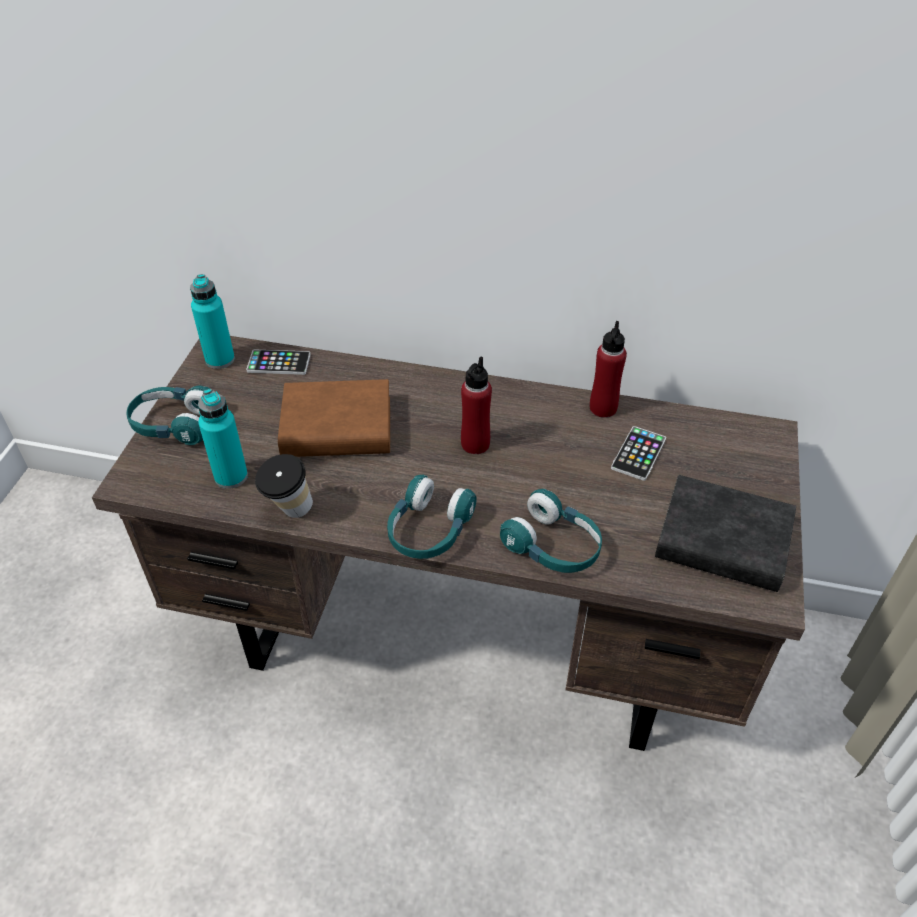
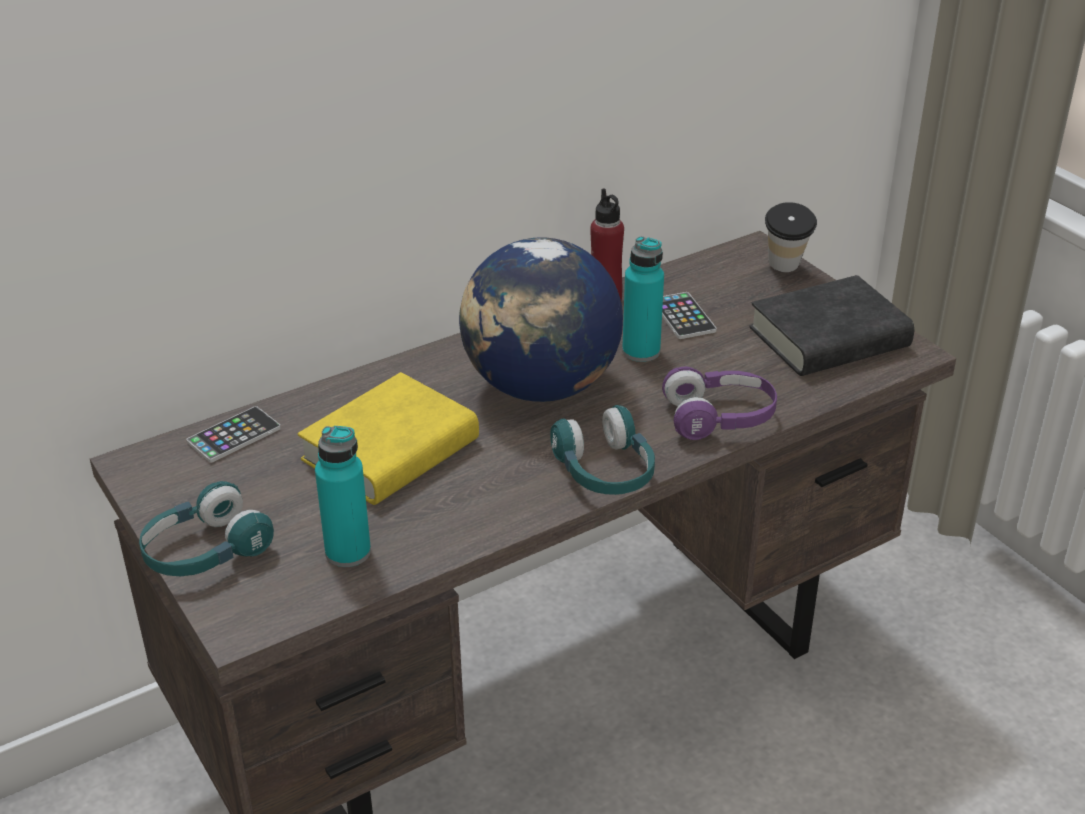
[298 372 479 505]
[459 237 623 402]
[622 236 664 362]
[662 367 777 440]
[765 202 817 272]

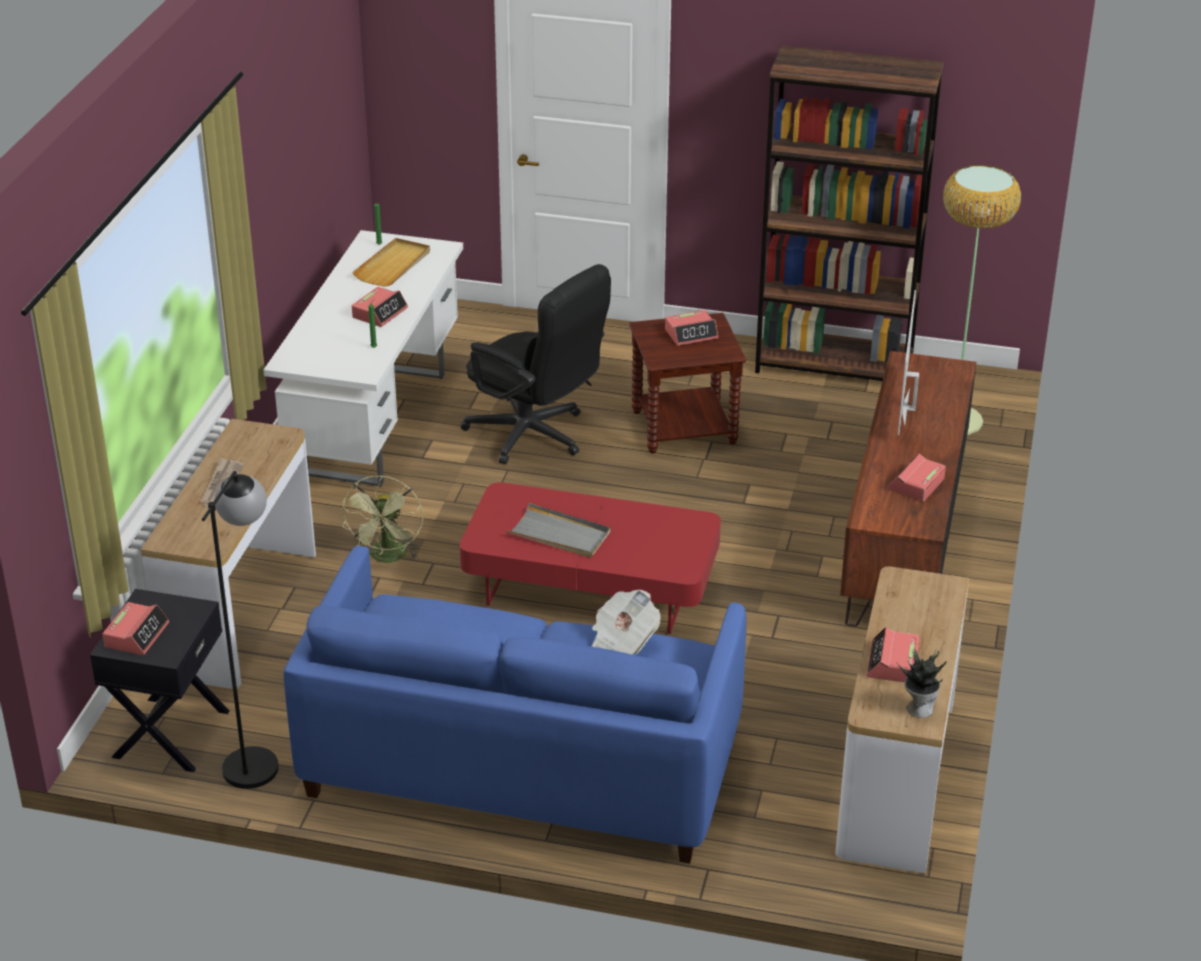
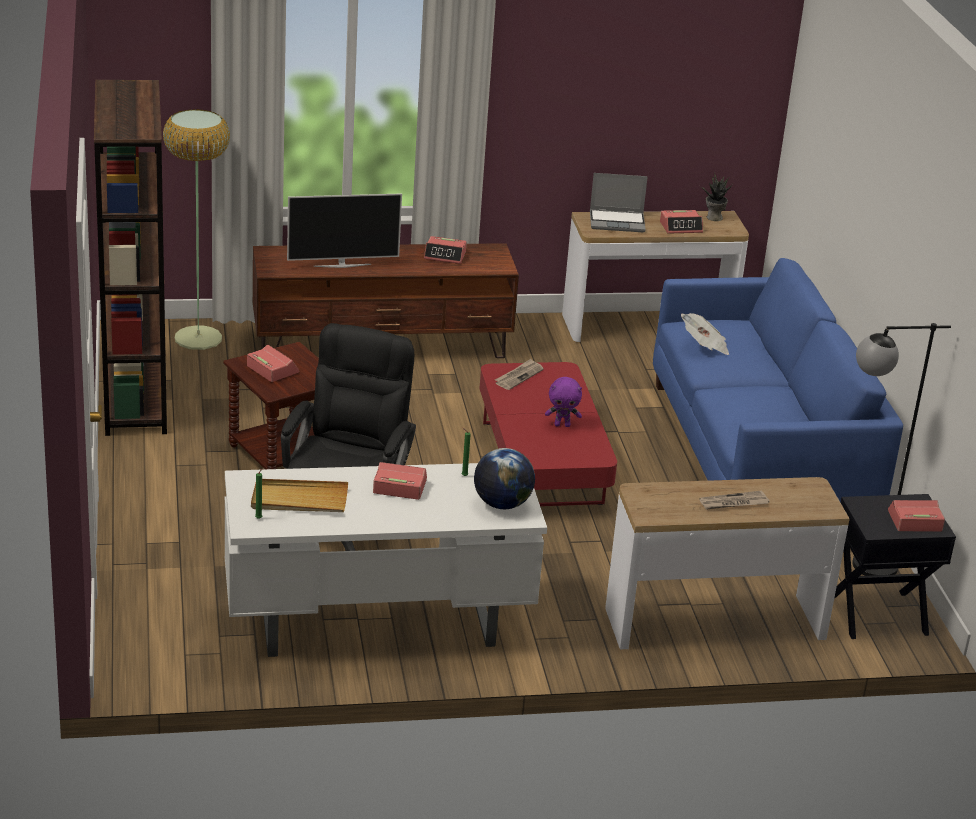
[474 448 535 509]
[495 359 544 390]
[545 377 582 427]
[590 173 648 232]
[342 475 423 563] (first image)

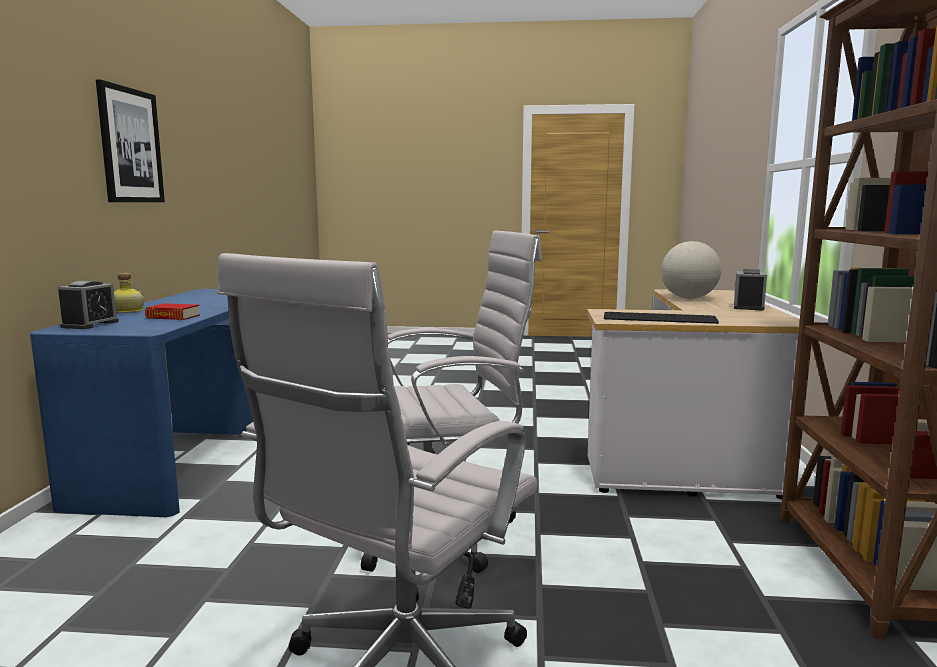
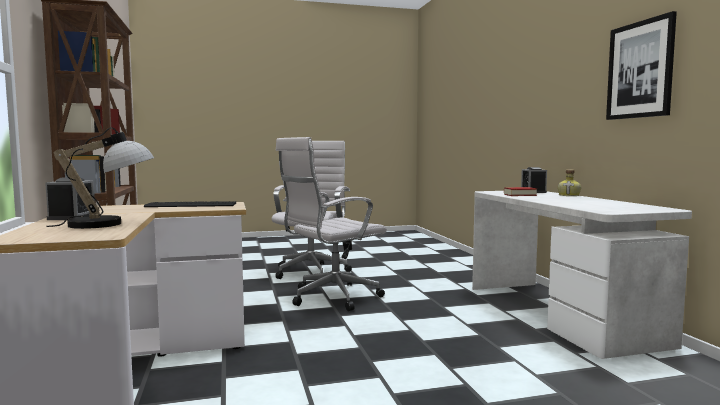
[46 127 154 229]
[472 191 692 359]

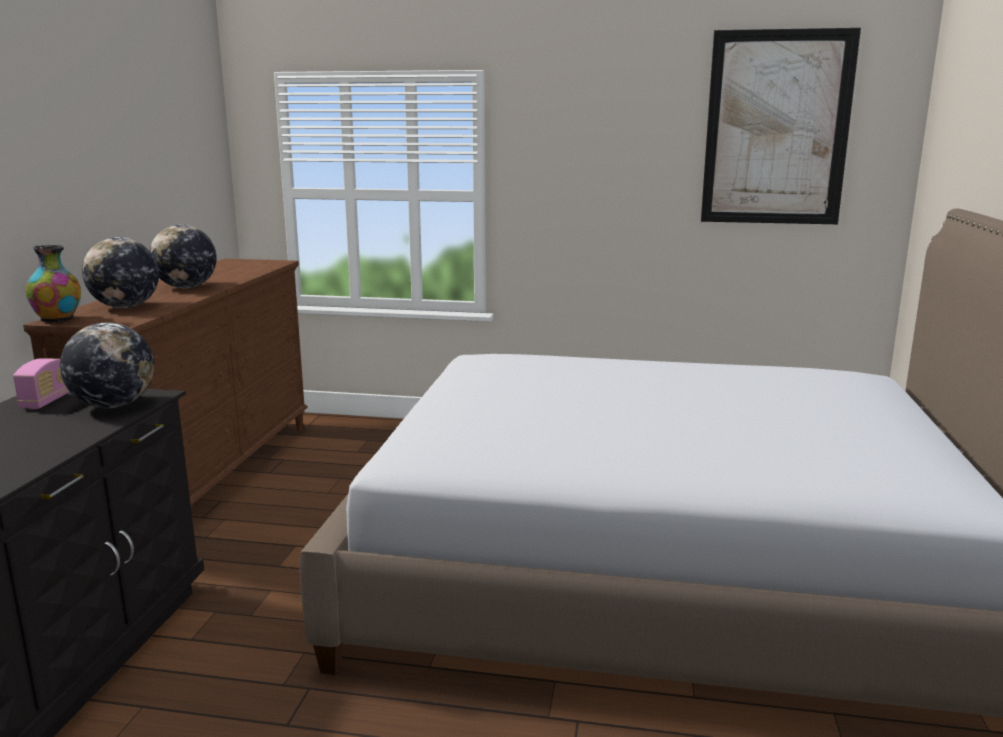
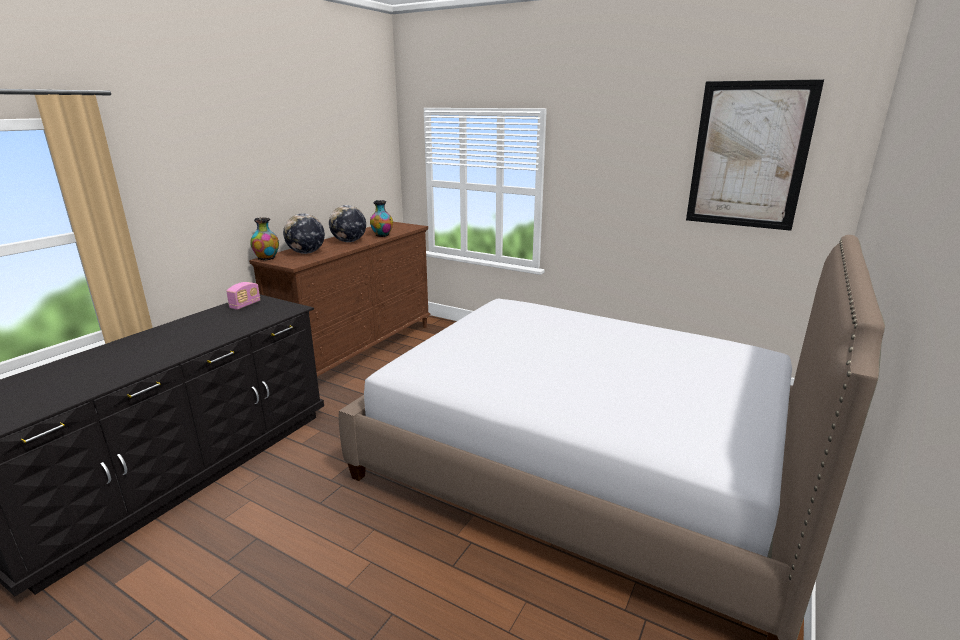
[370 200 393 237]
[60 323 154 408] (first image)

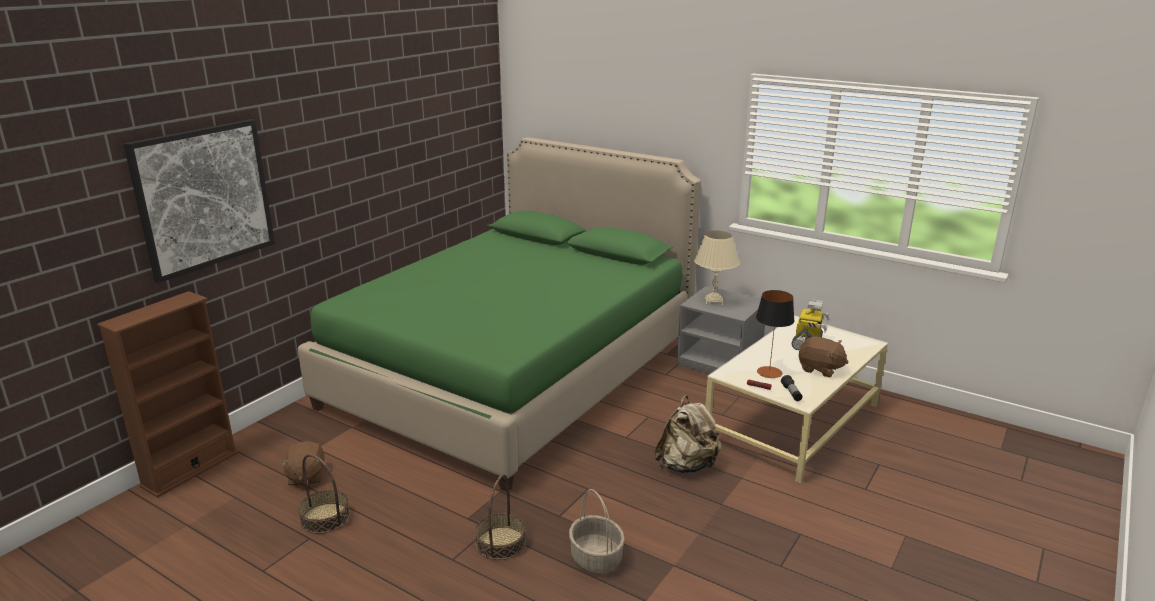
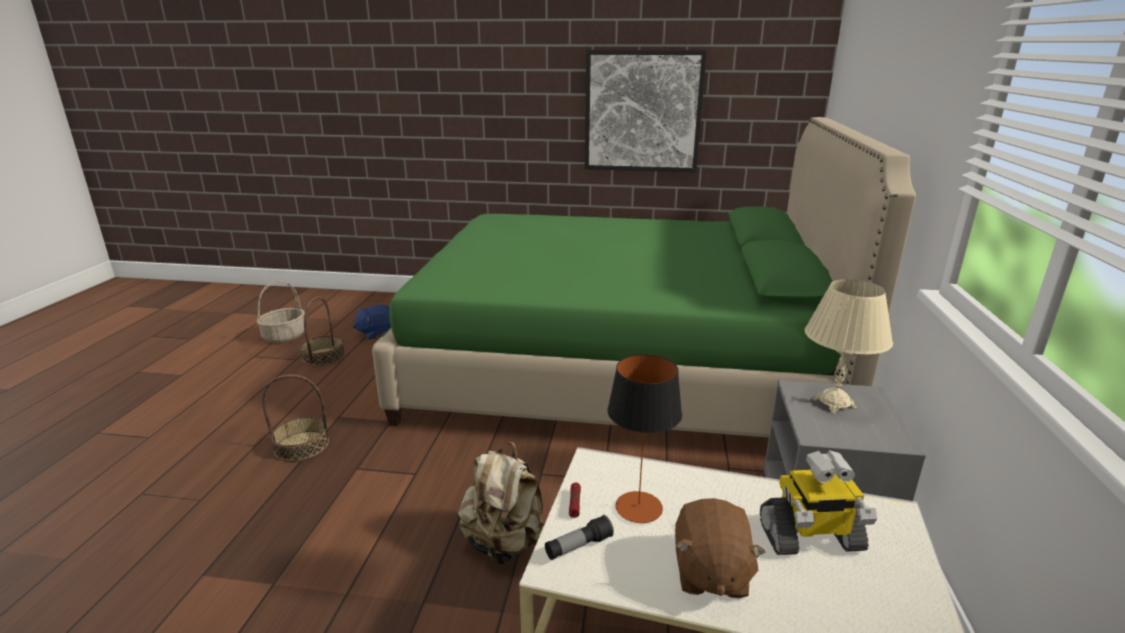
[257 281 305 343]
[353 304 391 340]
[585 50 707 172]
[97 291 238 498] (first image)

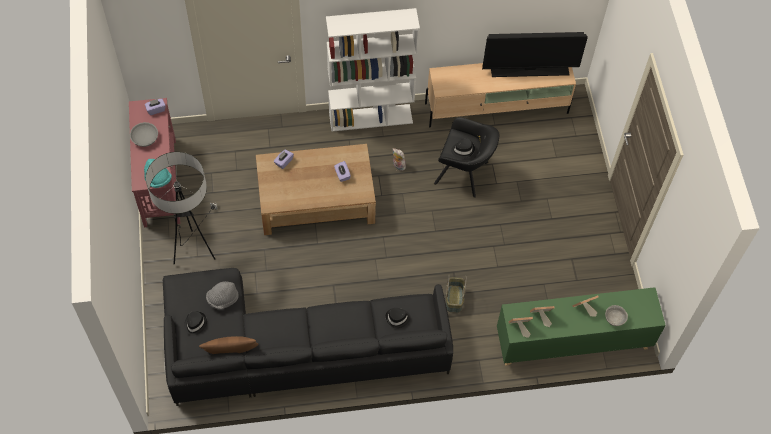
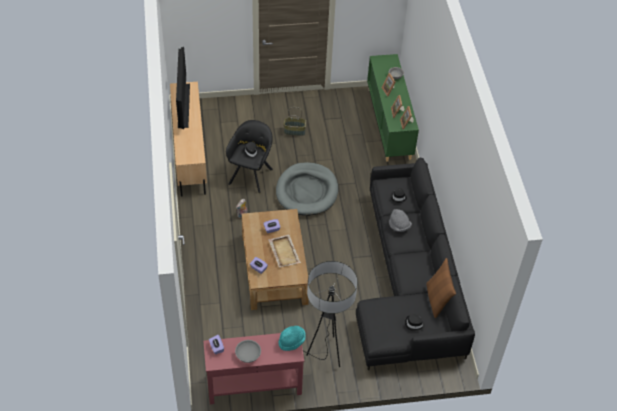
[268 235 301 268]
[276 162 338 216]
[284 107 306 136]
[389 209 412 232]
[326 8 420 132] (first image)

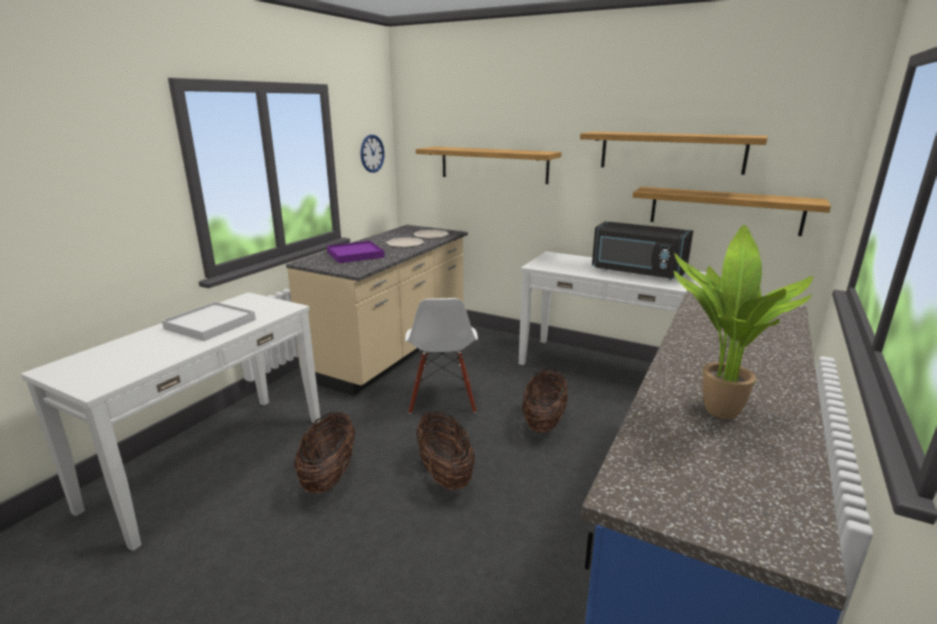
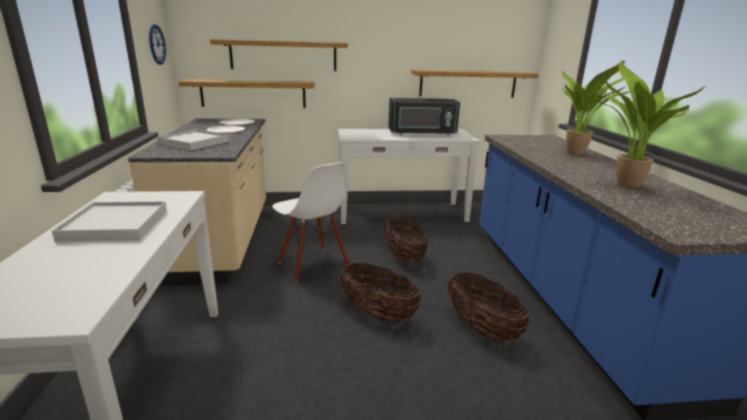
[156 130 229 150]
[179 79 315 108]
[448 272 529 342]
[562 60 630 155]

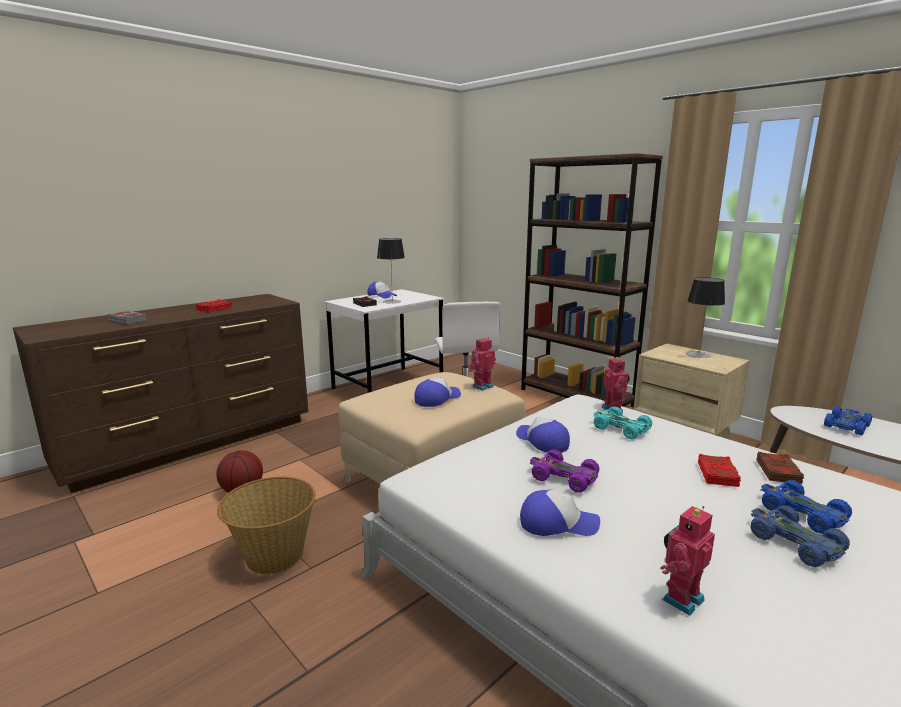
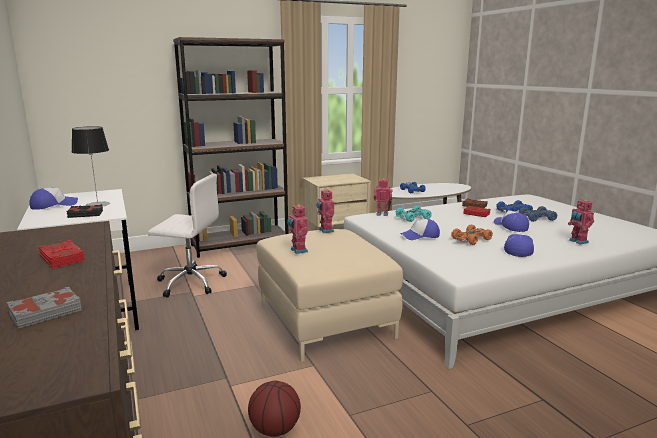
[287 204 308 254]
[452 224 493 245]
[494 210 529 232]
[217 477 316 574] (first image)
[686 277 725 358] (first image)

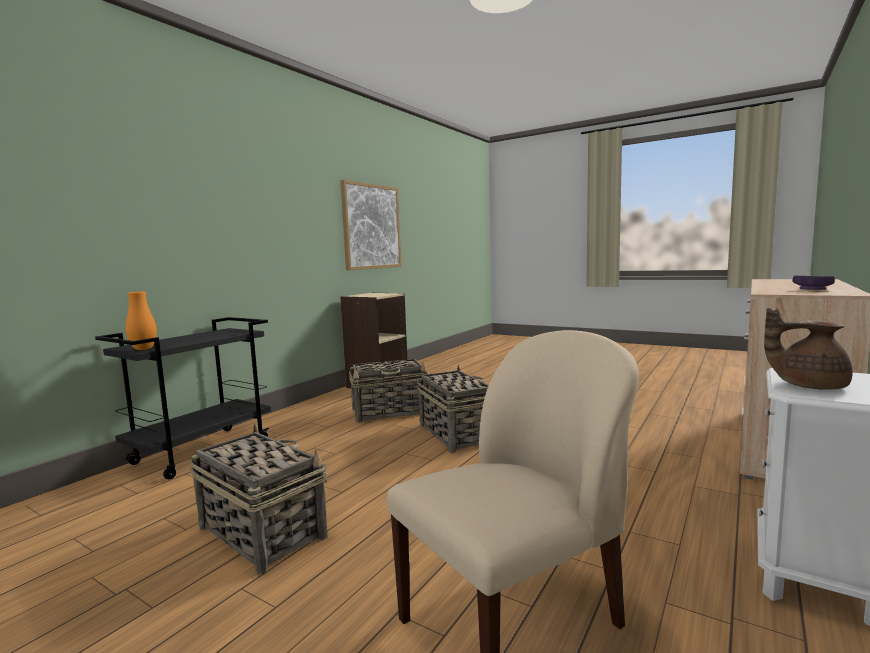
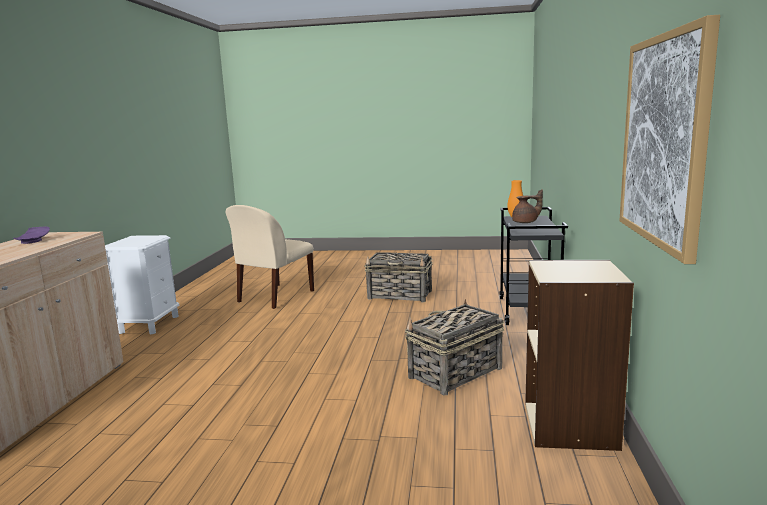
[512 189 543 223]
[417 365 489 453] (first image)

